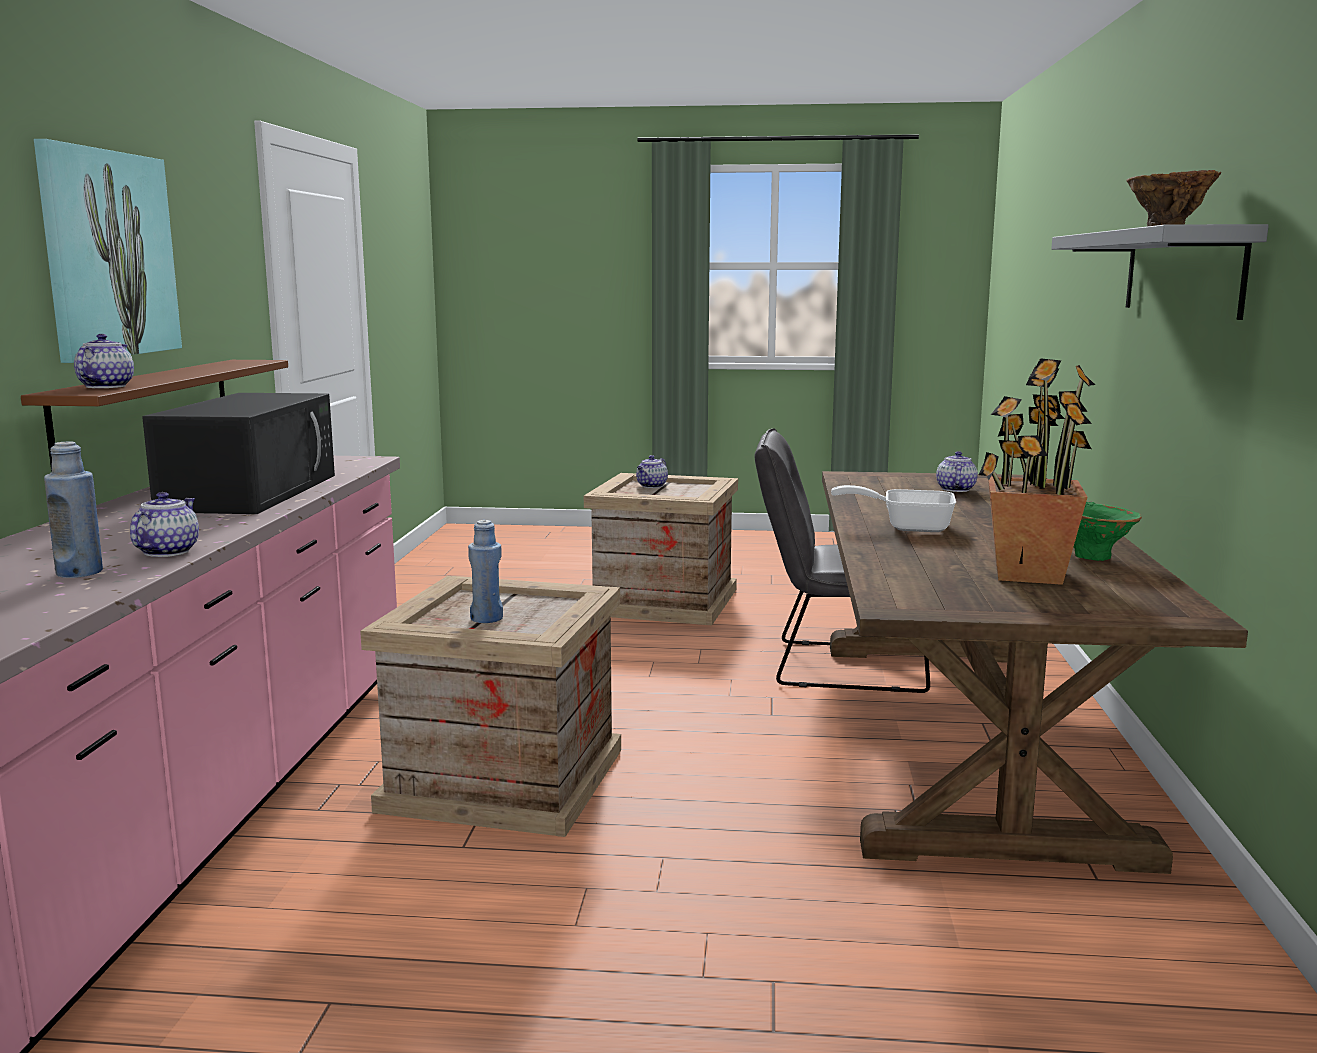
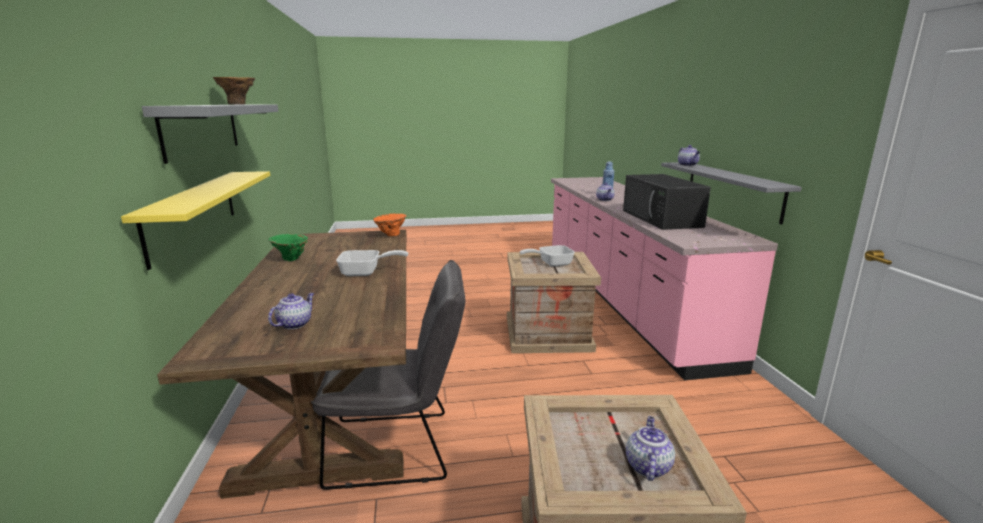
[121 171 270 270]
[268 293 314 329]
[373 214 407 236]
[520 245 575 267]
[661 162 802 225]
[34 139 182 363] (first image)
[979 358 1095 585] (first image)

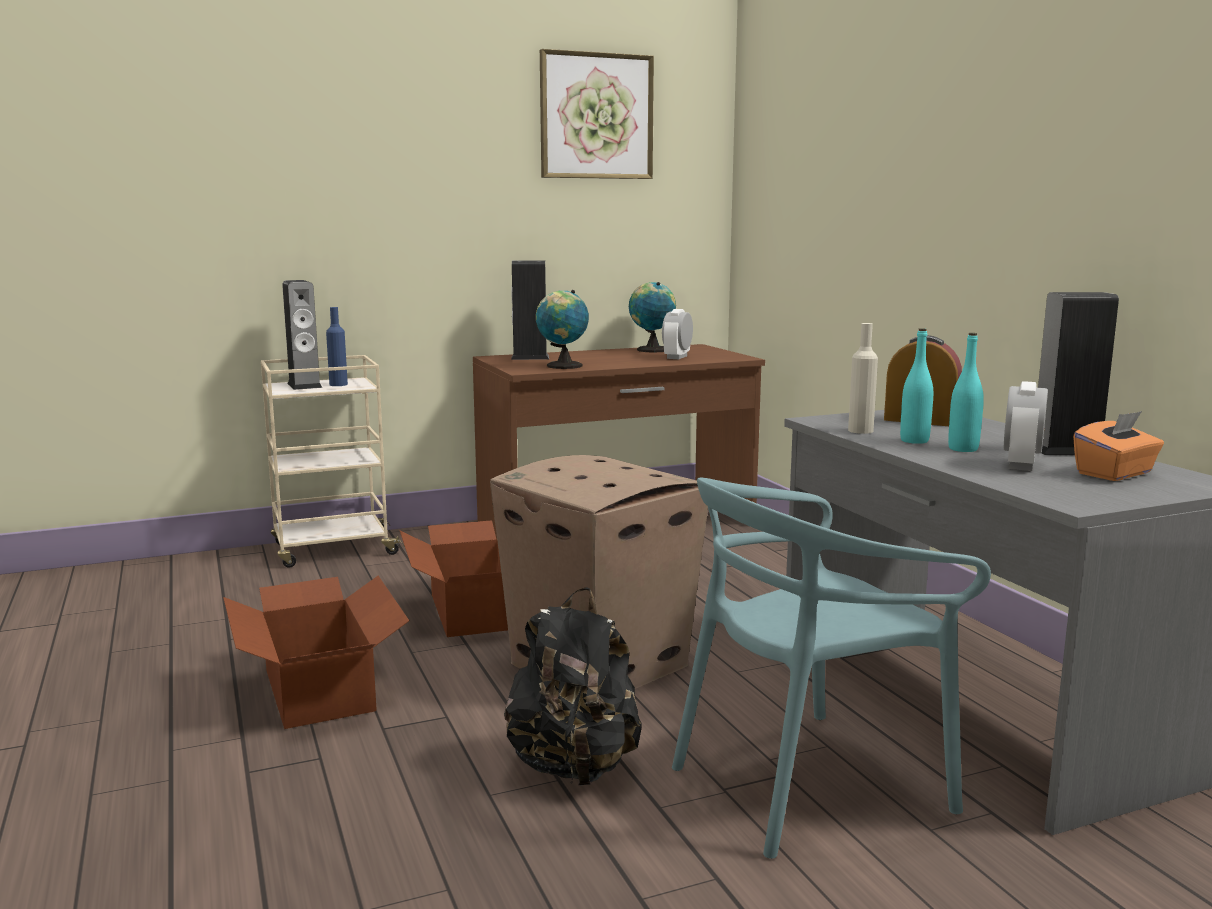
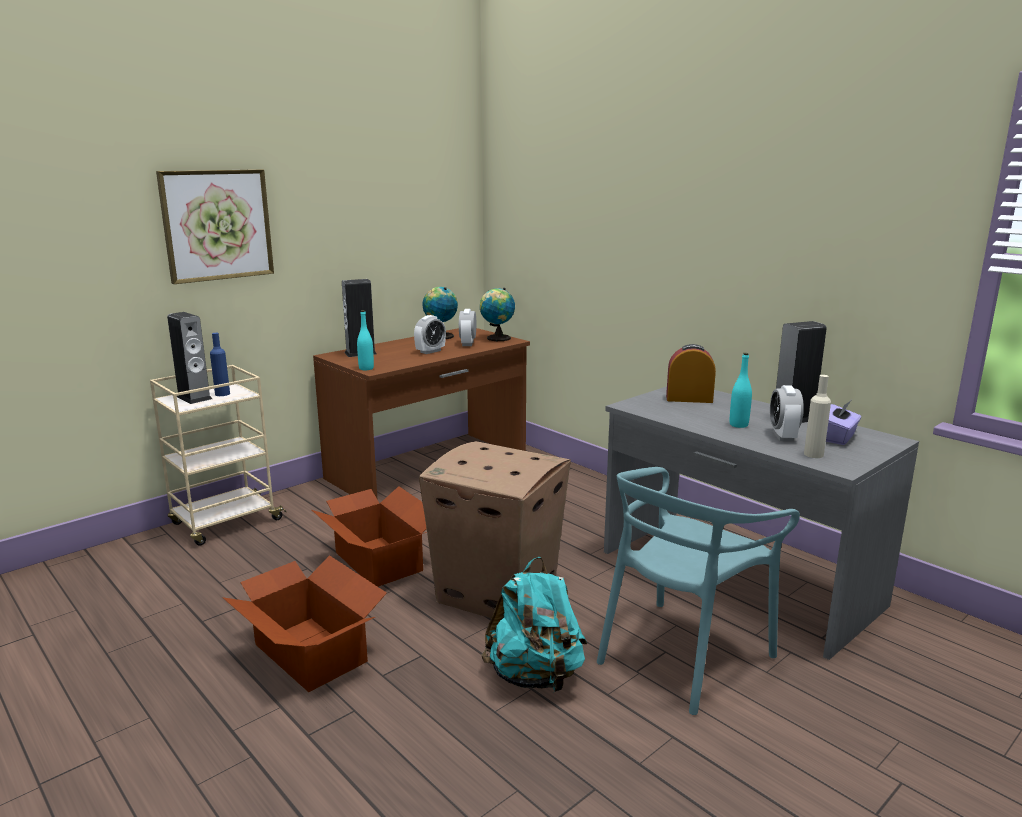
[156 169 274 284]
[357 310 374 370]
[414 315 446 354]
[480 288 515 341]
[481 557 587 693]
[804 375 831 458]
[826 401 861 445]

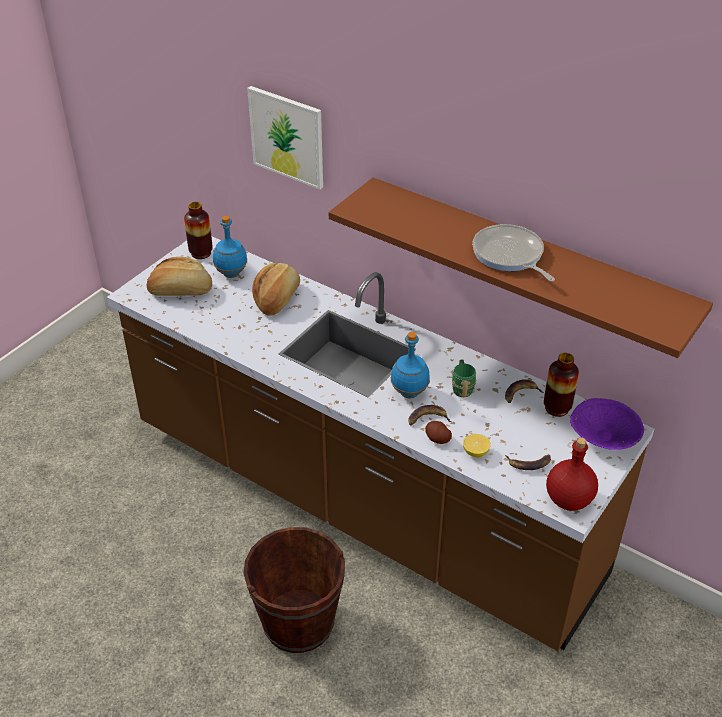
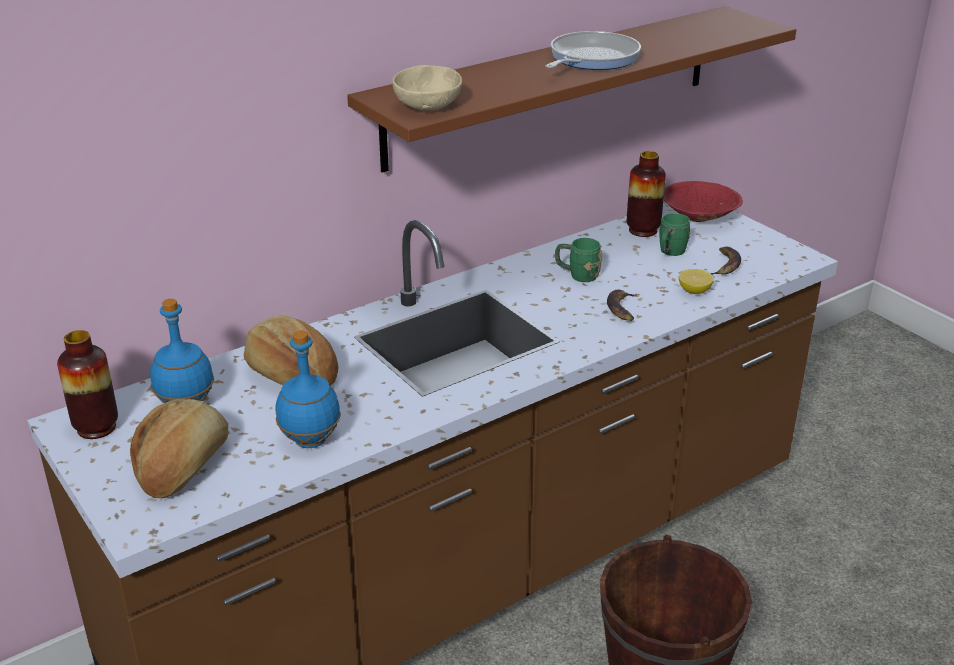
[276 331 341 448]
[392 65 462 110]
[546 31 641 70]
[660 213 691 256]
[664 181 743 222]
[247 86 323 190] (first image)
[425 421 452 444] (first image)
[505 380 544 403] (first image)
[546 438 598 511] (first image)

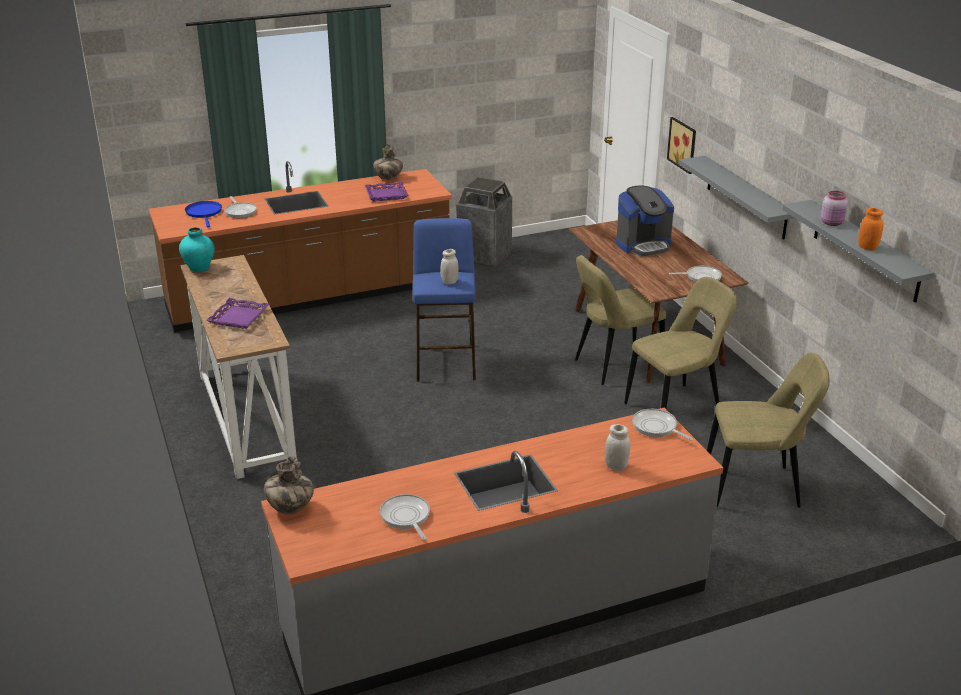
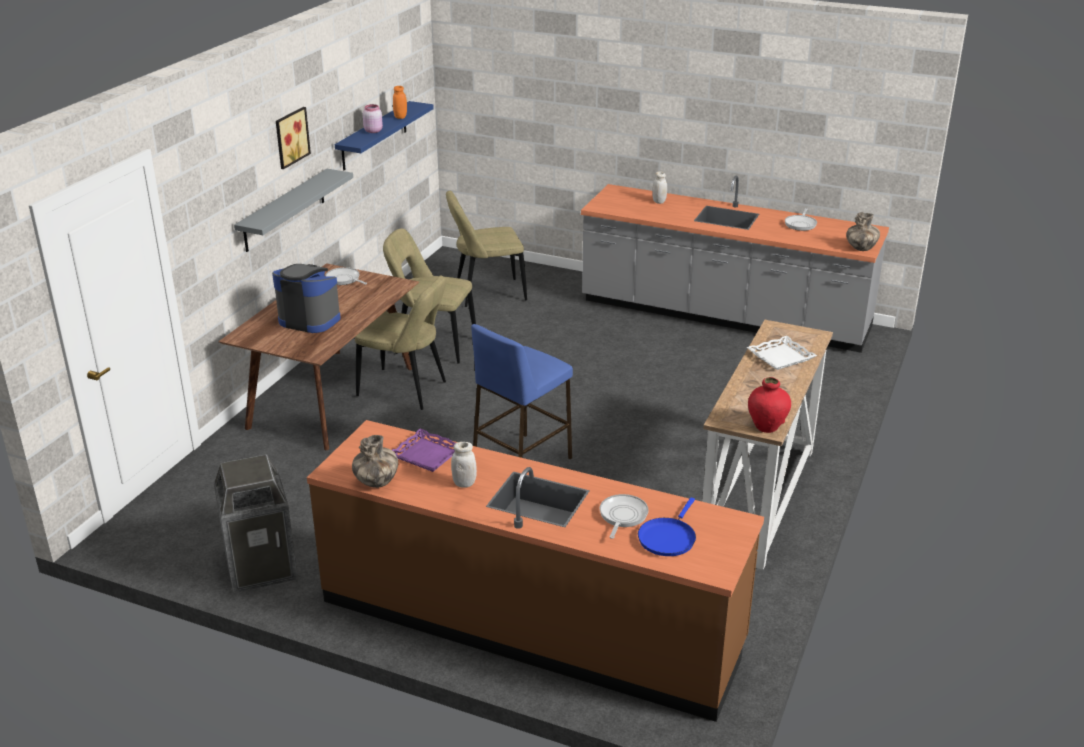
[276 107 311 169]
[335 101 434 171]
[446 191 527 307]
[451 442 477 488]
[747 336 817 370]
[748 377 791 433]
[632 409 693 440] (first image)

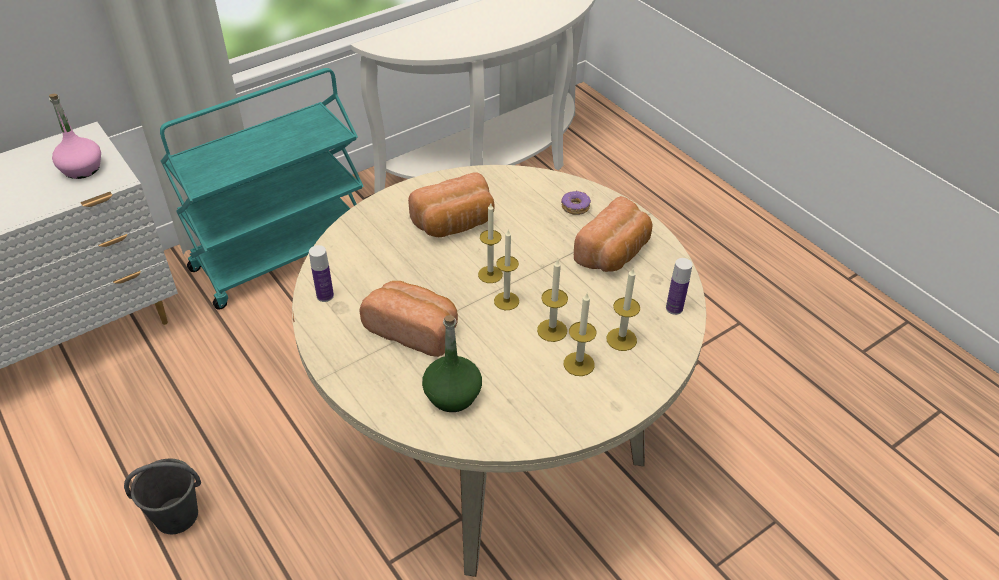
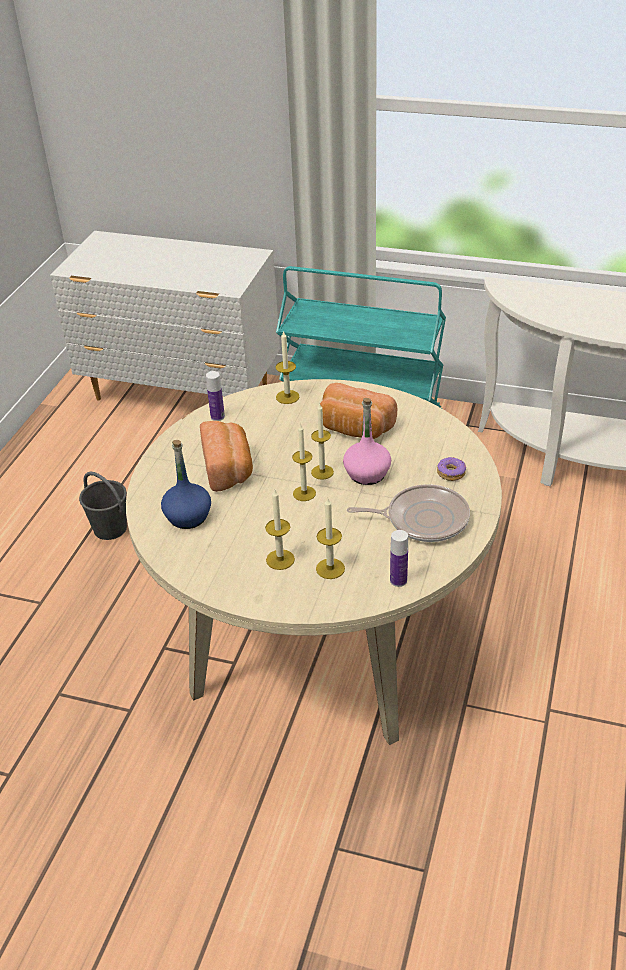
[161 440 211 529]
[275 331 299 404]
[343 398 391 485]
[347 484 470 542]

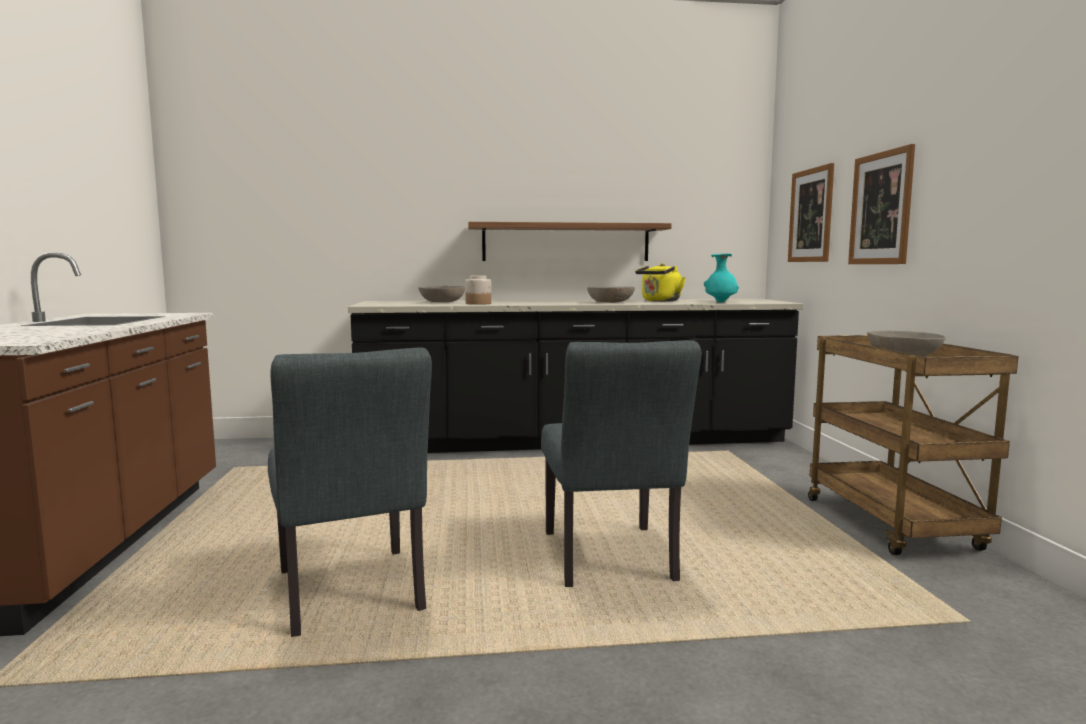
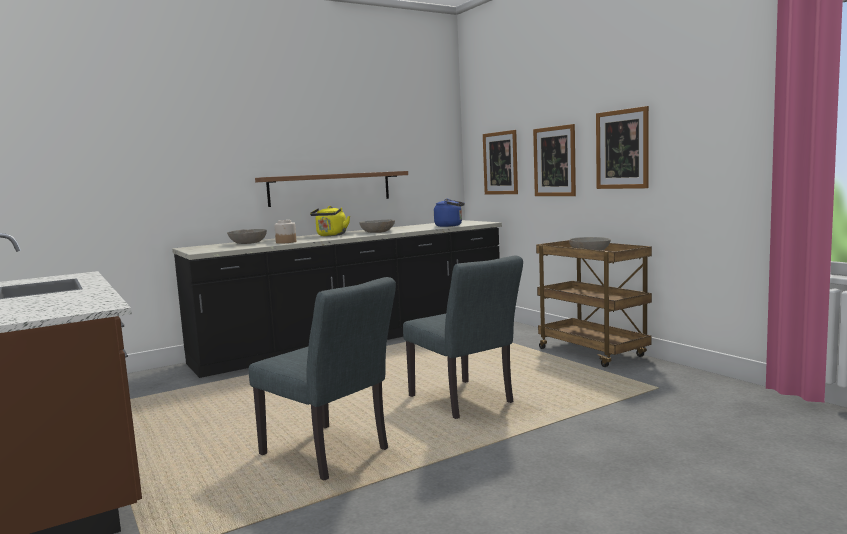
[310 206 350 236]
[434 199 465 227]
[596 106 649 189]

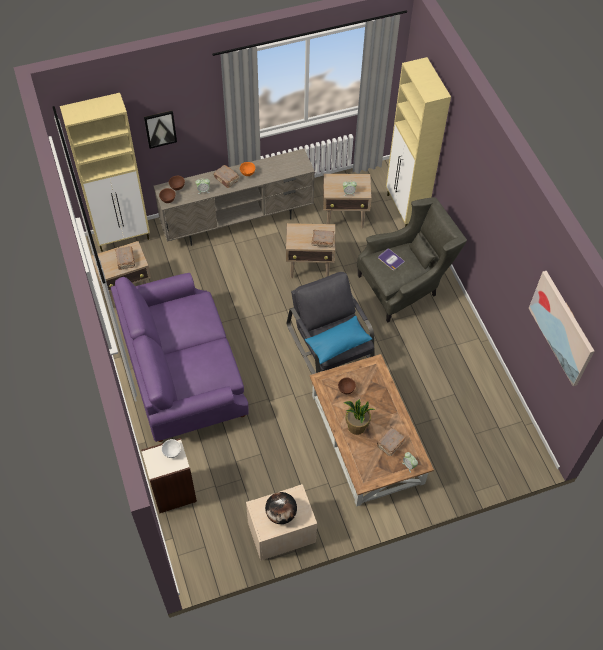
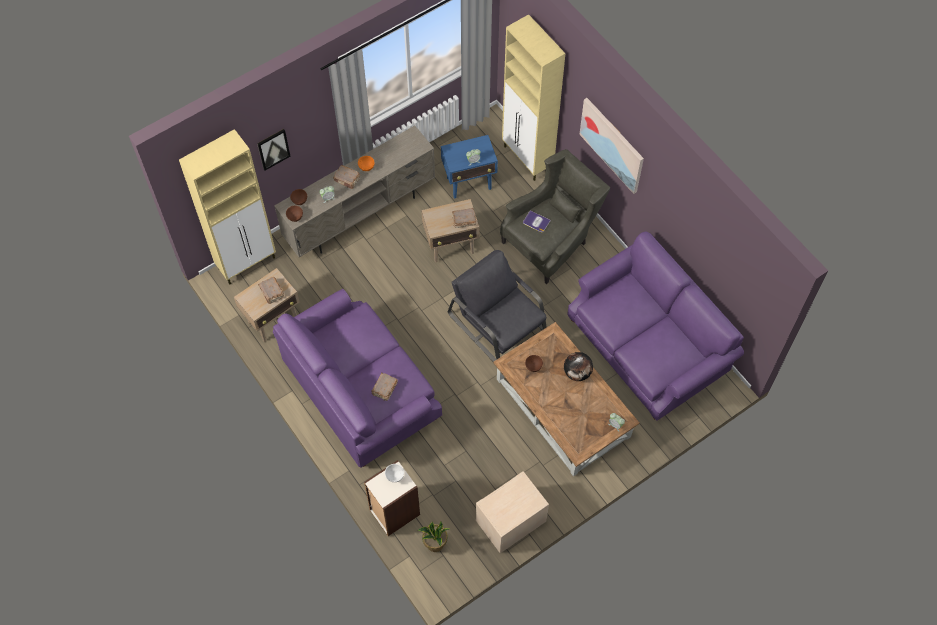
[371 372 398 401]
[418 521 449 552]
[441 135 498 198]
[564 352 593 381]
[567 231 744 421]
[579 98 644 194]
[305 315 372 364] (first image)

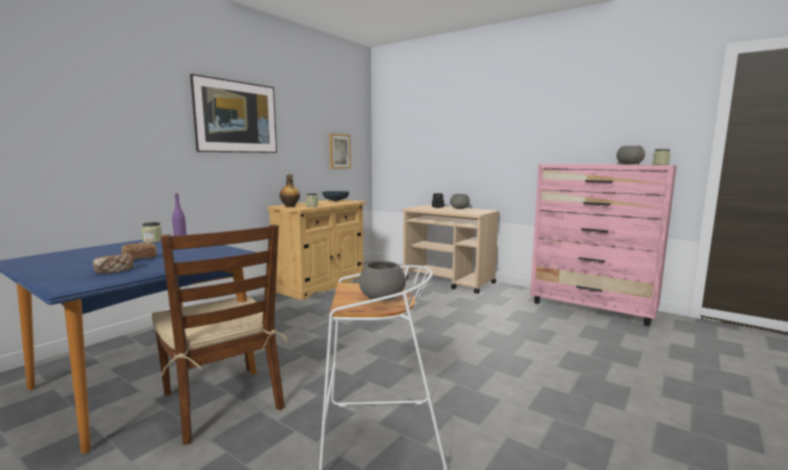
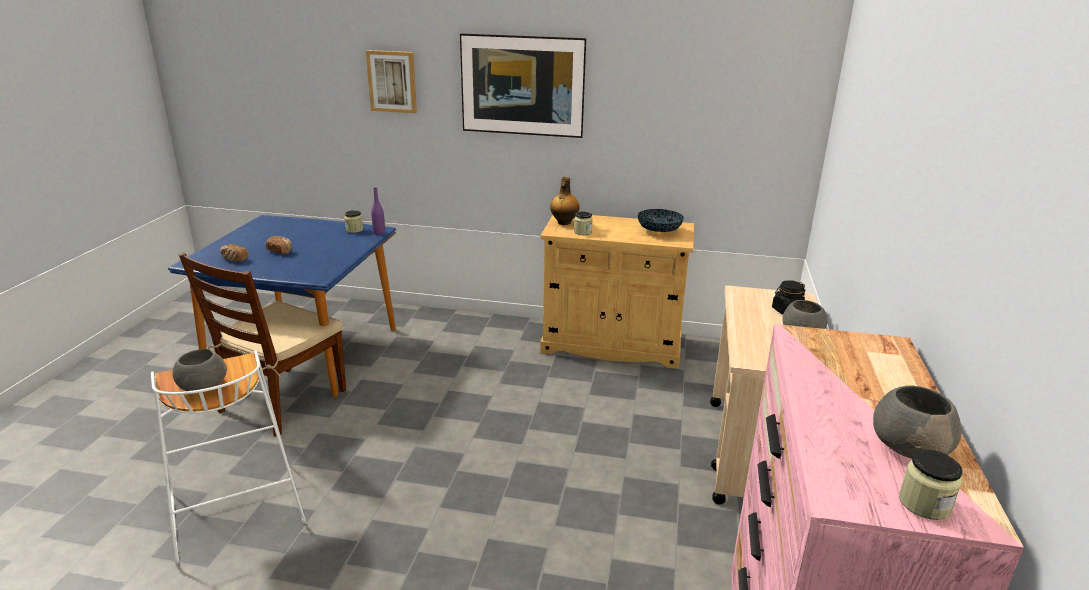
[366 50 417 113]

